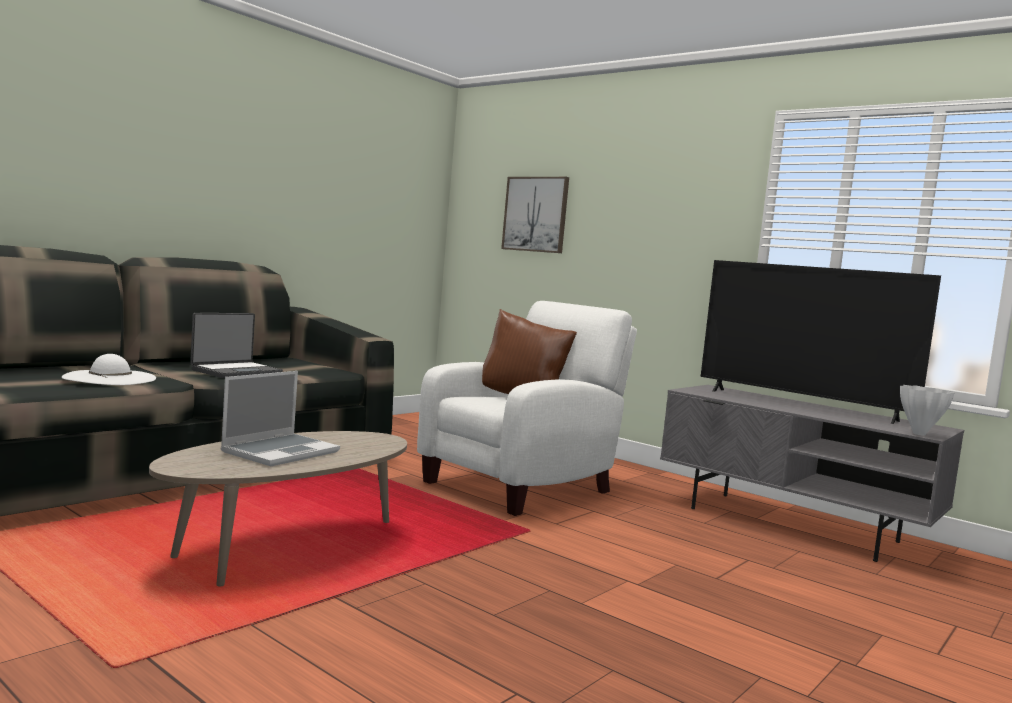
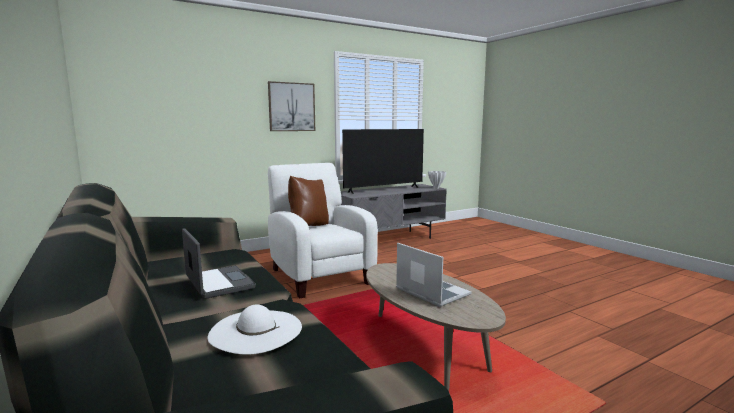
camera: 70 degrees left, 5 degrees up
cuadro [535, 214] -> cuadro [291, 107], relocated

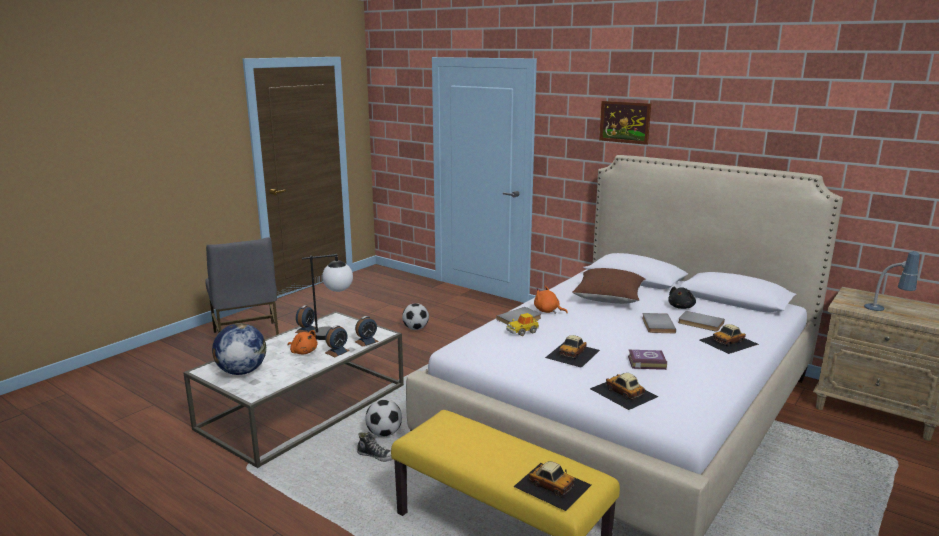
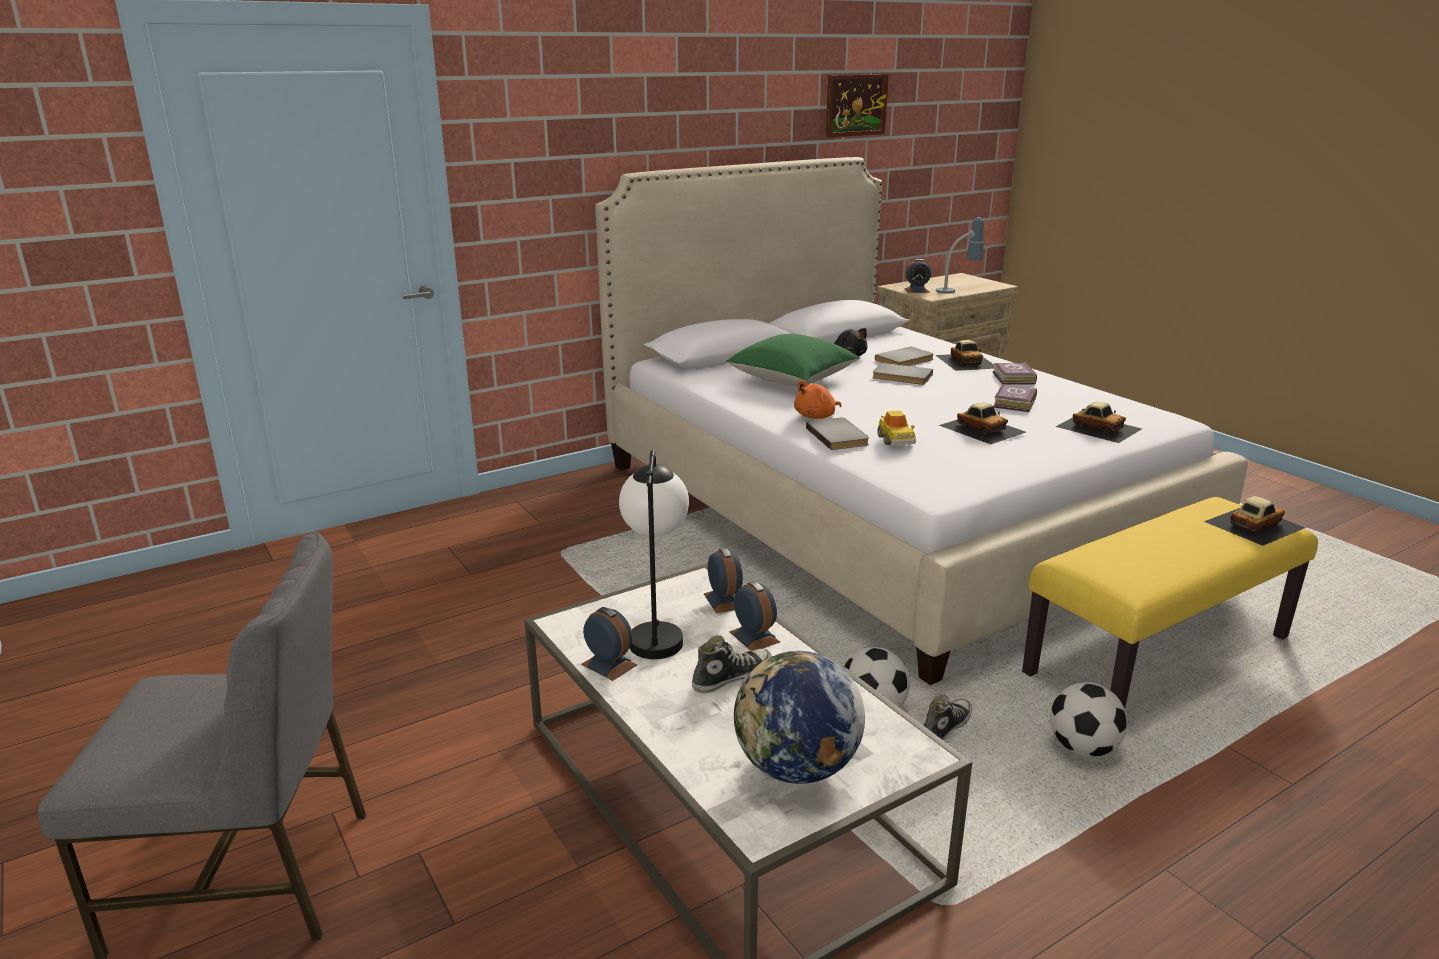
camera: 70 degrees left, 5 degrees up
none -> despertador [917, 290]
none -> libro [1013, 378]
balón de fútbol [416, 328] -> balón de fútbol [1082, 748], relocated
cuadro [624, 122] -> cuadro [856, 105], relocated
peluche/naranja [303, 352] -> zapato [731, 677]
cojín/marrón [608, 298] -> cojín/verde [792, 380]
coche de juguete [623, 392] -> coche de juguete [1098, 427], 120 degrees counterclockwise

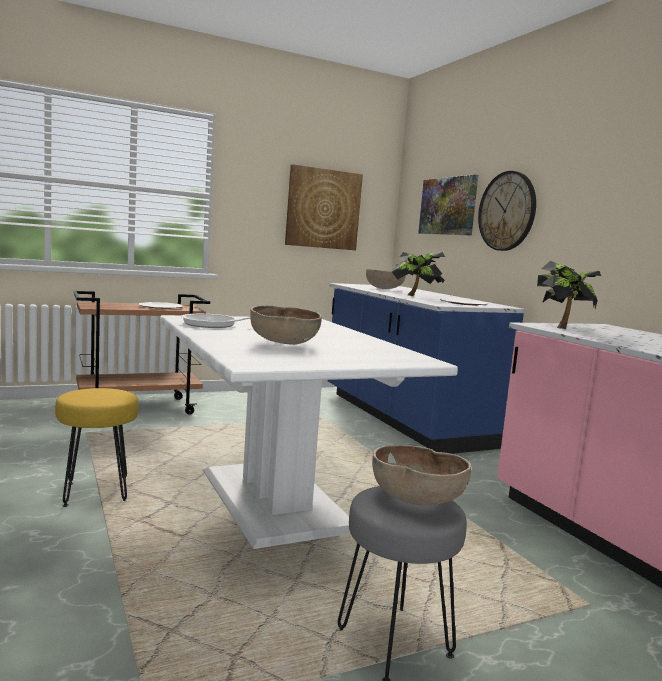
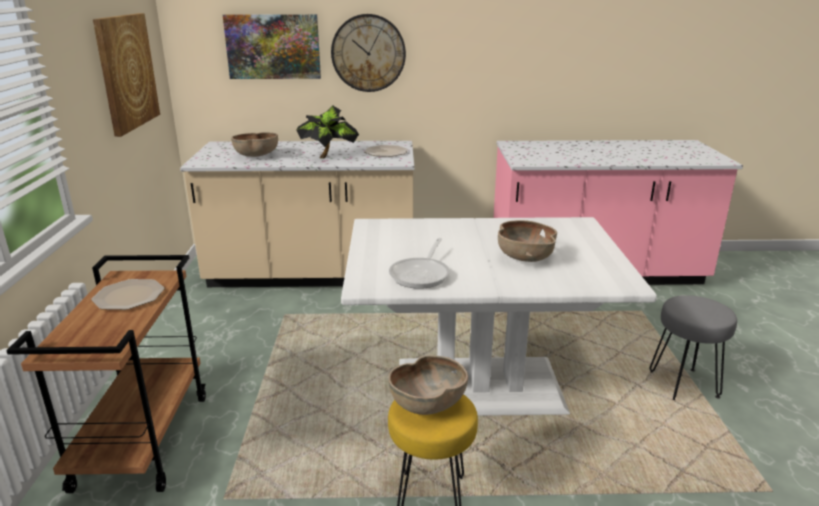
camera: 65 degrees left, 15 degrees up
planta en maceta [564, 327] -> none
cuenco/marrón [416, 500] -> cuenco/marrón [428, 404], relocated
mueble bajo de cocina/azul [403, 418] -> mueble bajo de cocina/beis [313, 274]

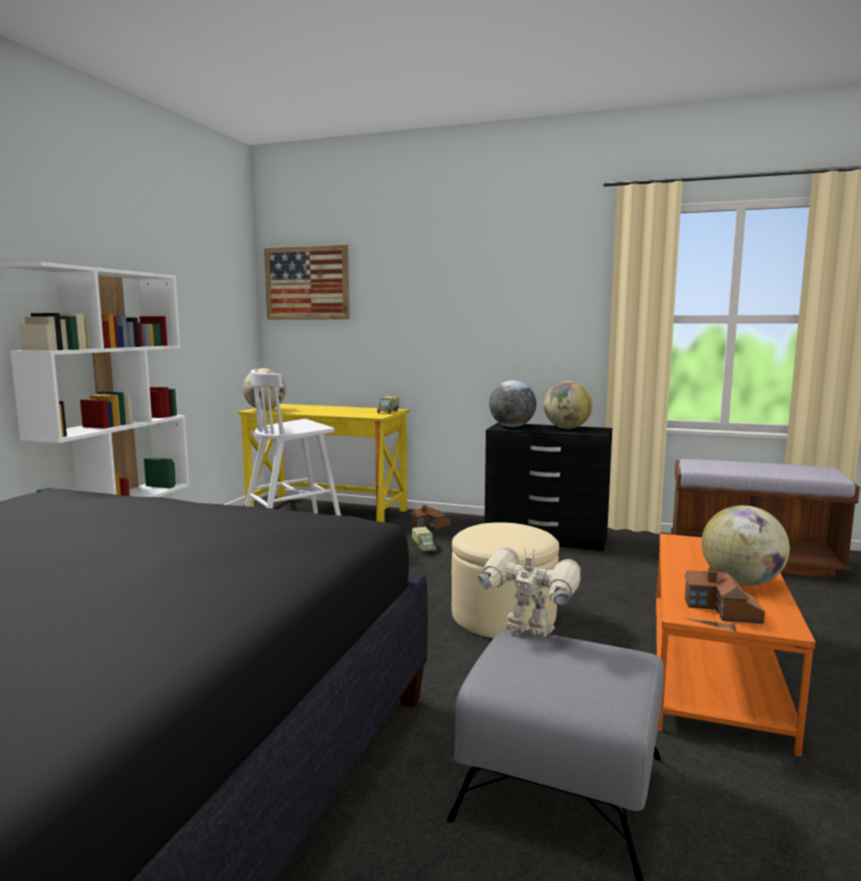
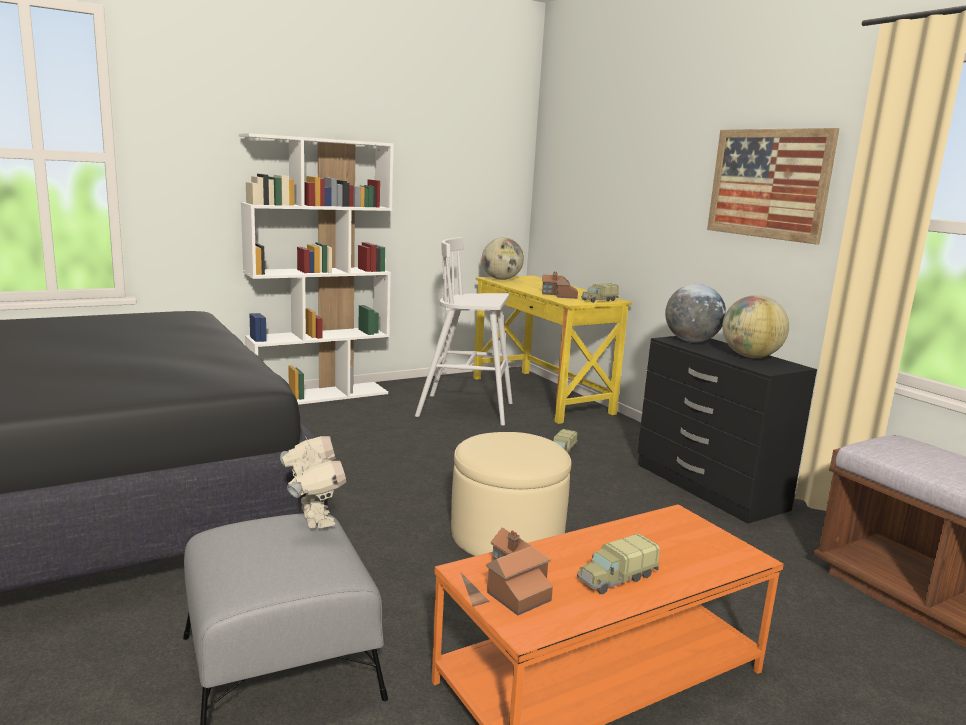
camera: 40 degrees right, 5 degrees up
cuadro [307, 283] -> cuadro [768, 183], relocated
casita [430, 525] -> casita [559, 295], relocated
globo terráqueo [741, 582] -> camión de juguete [616, 578]

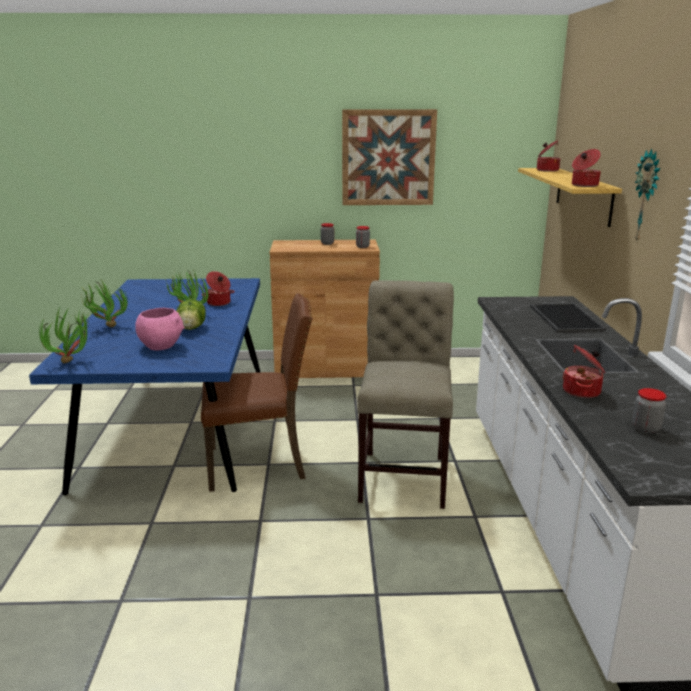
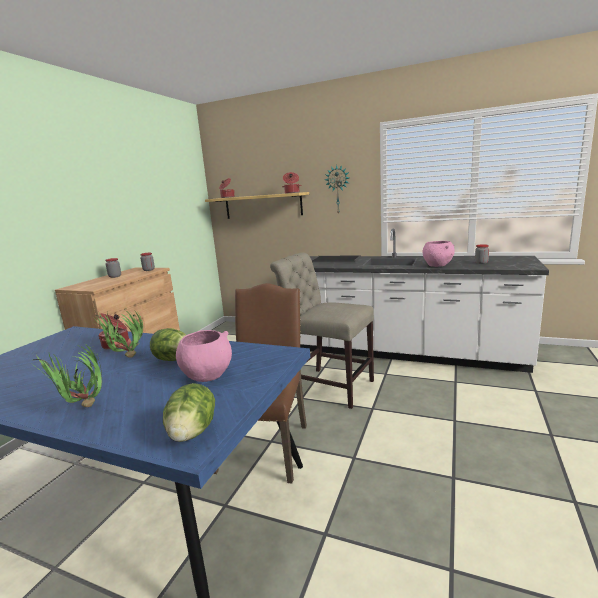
camera: 65 degrees left, 5 degrees down
cuadro [388, 158] -> none
planta en maceta [74, 362] -> lechuga [192, 433]
olla [582, 391] -> cuenco/rosa [437, 265]

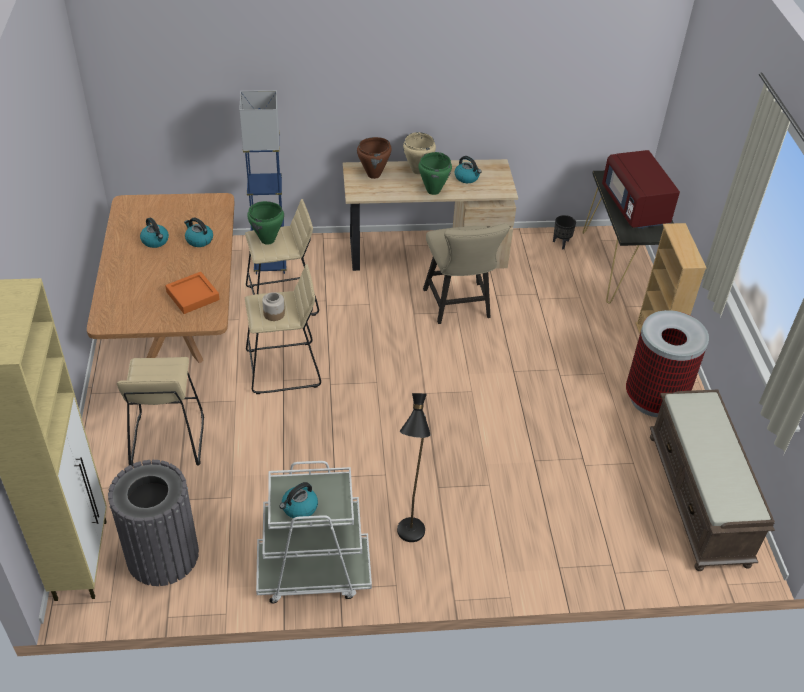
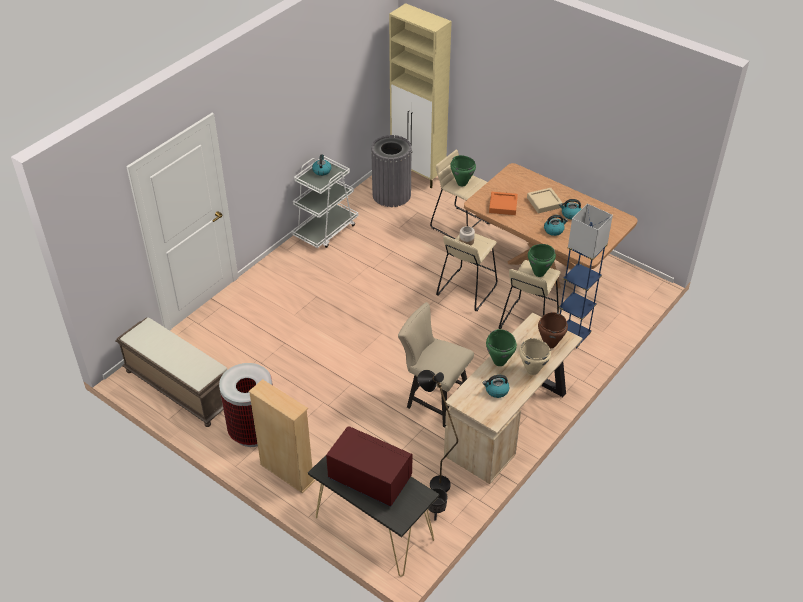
camera: 135 degrees right, 0 degrees up
none -> olla/verde [462, 183]
none -> bandeja/beis [544, 203]
lámpara de pie/negro [410, 539] -> lámpara de pie/negro [434, 480], relocated

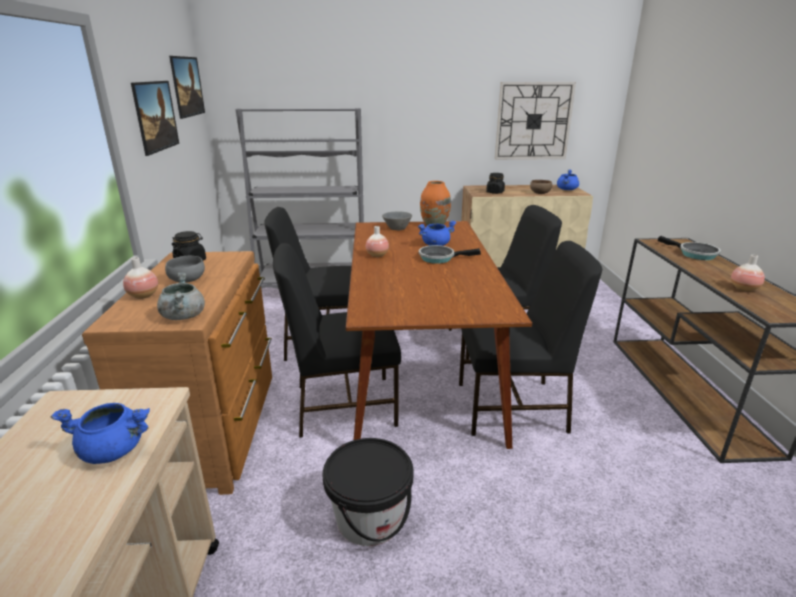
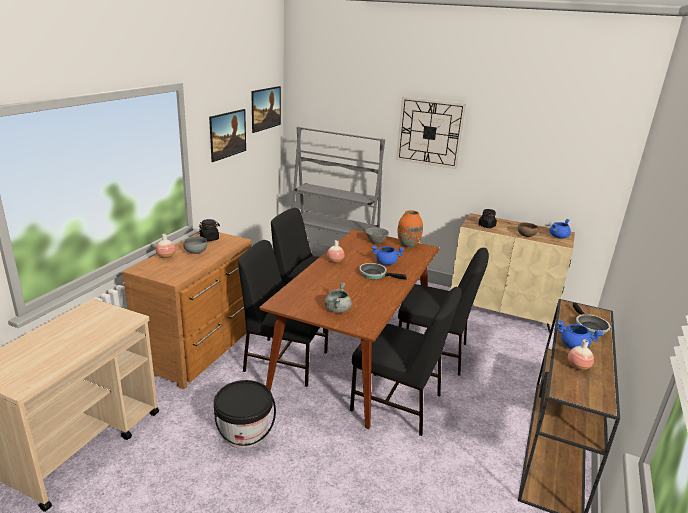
camera: 25 degrees right, 0 degrees up
olla/azul [114, 450] -> olla/azul [574, 345], relocated
olla/gris [183, 316] -> olla/gris [337, 309], relocated
reloj de pared [533, 121] -> reloj de pared [429, 132], relocated

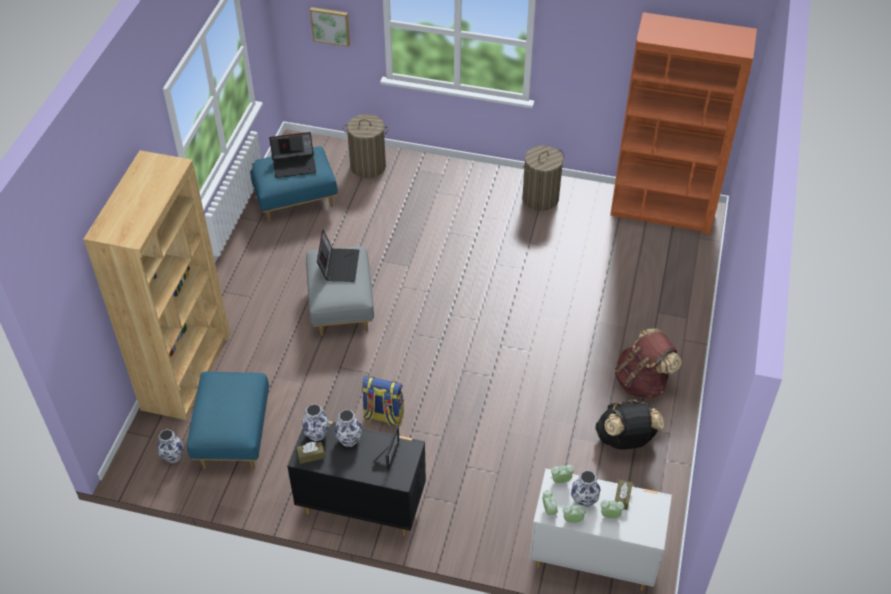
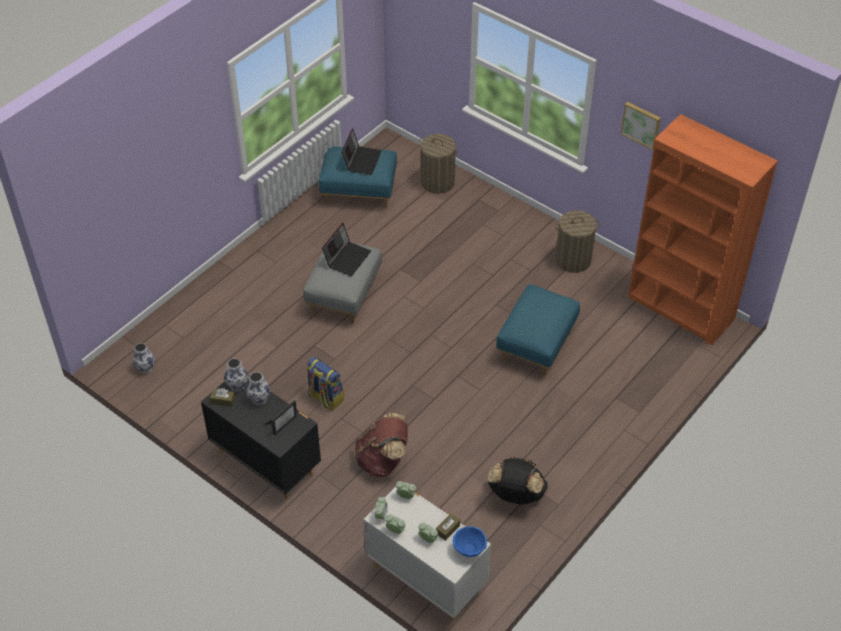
camera: 25 degrees right, 0 degrees up
estantería/marrón [187, 370] -> none
florero [583, 499] -> none
none -> cuenco/azul [469, 550]
puf/azul [233, 435] -> puf/azul [536, 344], relocated
cuadro [330, 25] -> cuadro [641, 124], relocated
mochila/marrón [642, 382] -> mochila/marrón [383, 460], relocated
portátil [294, 164] -> portátil [362, 160], 90 degrees counterclockwise

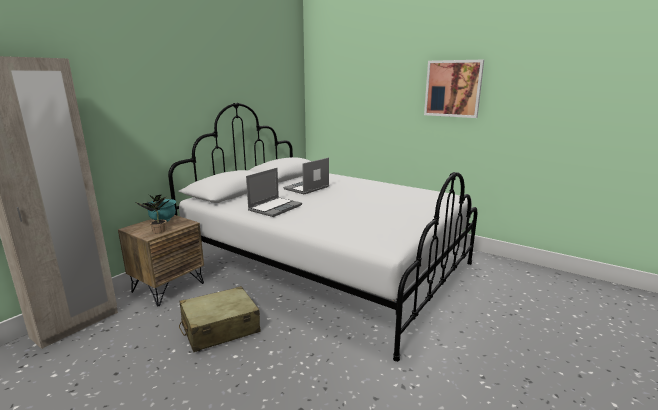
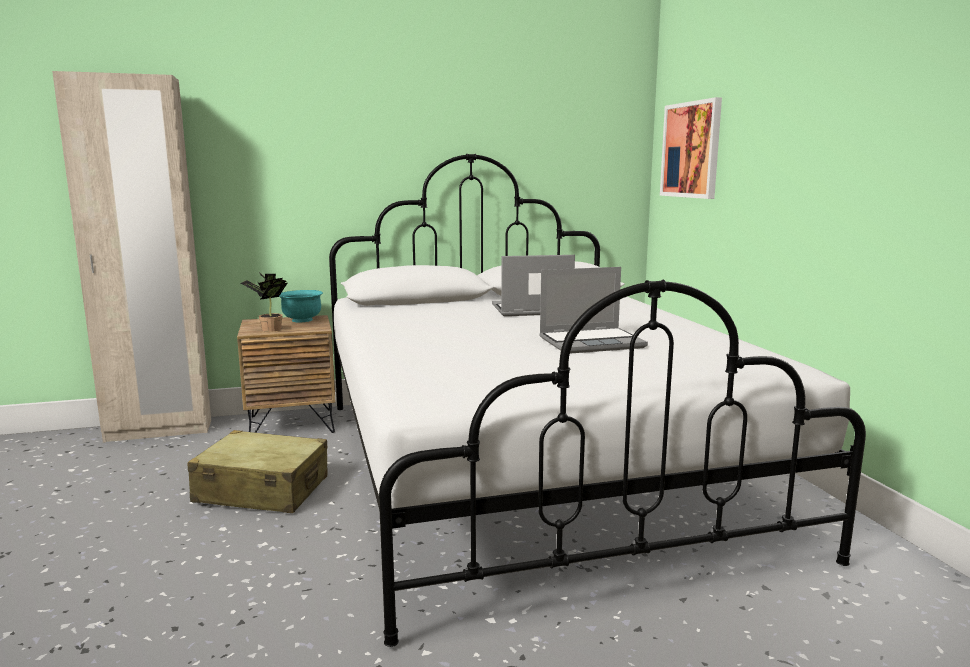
camera: 40 degrees right, 5 degrees down
portátil [275, 208] -> portátil [592, 342], relocated
cuadro [453, 88] -> cuadro [691, 150], relocated

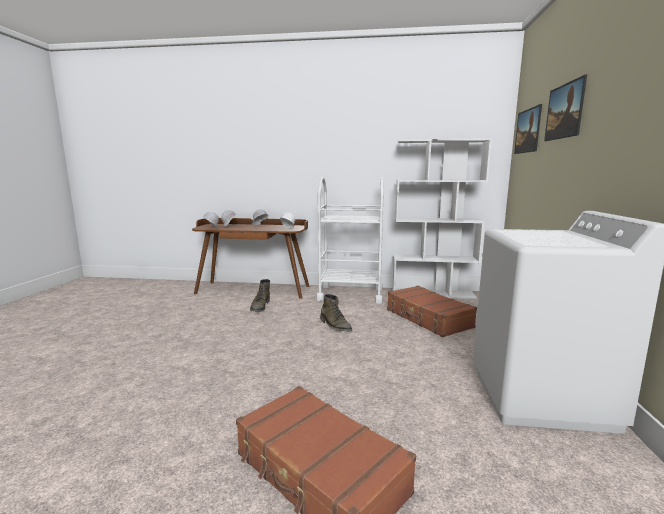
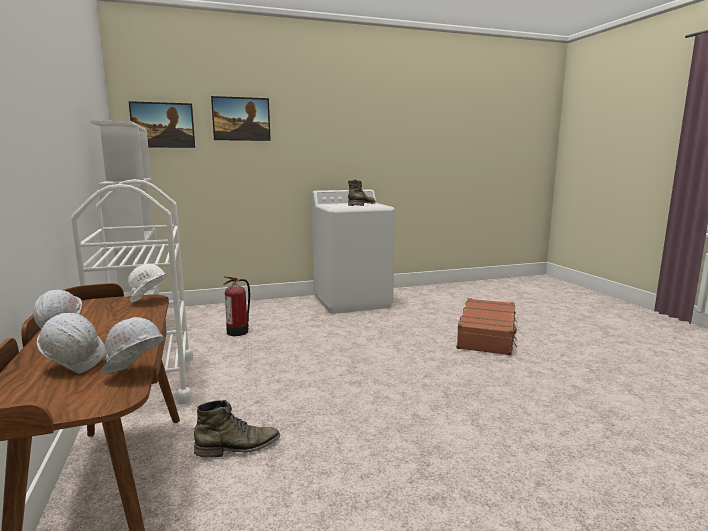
camera: 115 degrees left, 0 degrees up
bota/verde [335, 325] -> bota/verde [362, 205], relocated
maleta/marrón [428, 319] -> extintor [238, 331]

